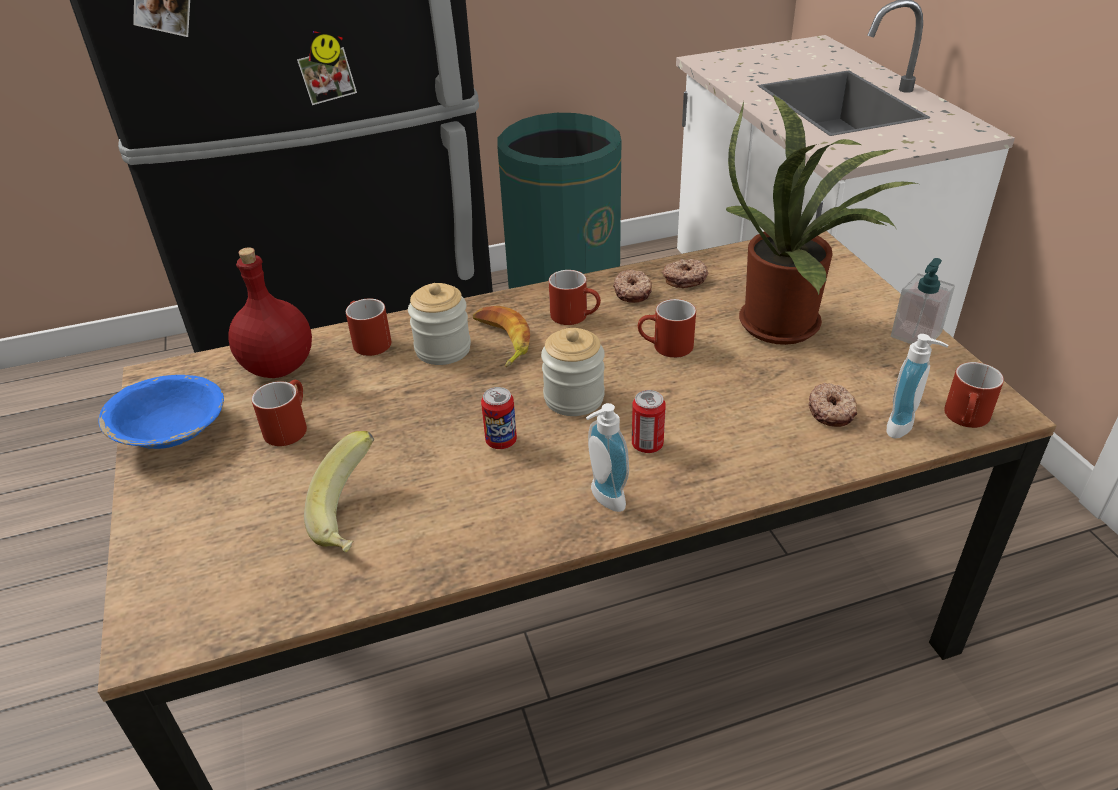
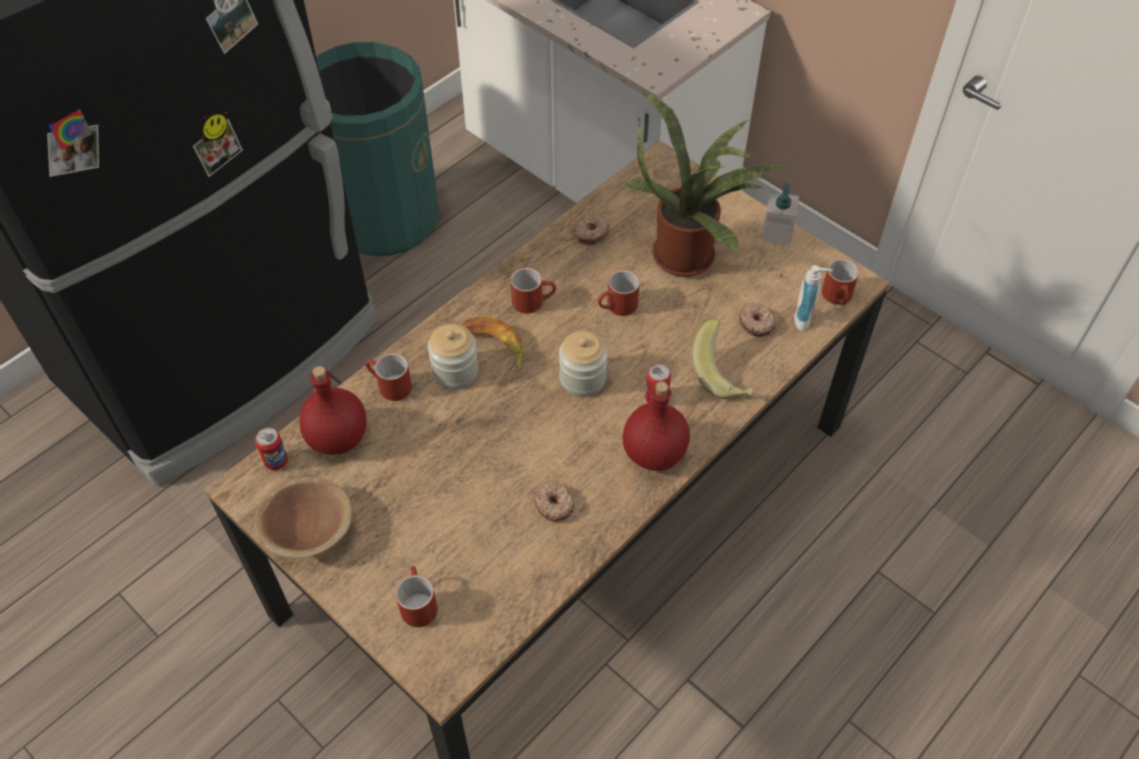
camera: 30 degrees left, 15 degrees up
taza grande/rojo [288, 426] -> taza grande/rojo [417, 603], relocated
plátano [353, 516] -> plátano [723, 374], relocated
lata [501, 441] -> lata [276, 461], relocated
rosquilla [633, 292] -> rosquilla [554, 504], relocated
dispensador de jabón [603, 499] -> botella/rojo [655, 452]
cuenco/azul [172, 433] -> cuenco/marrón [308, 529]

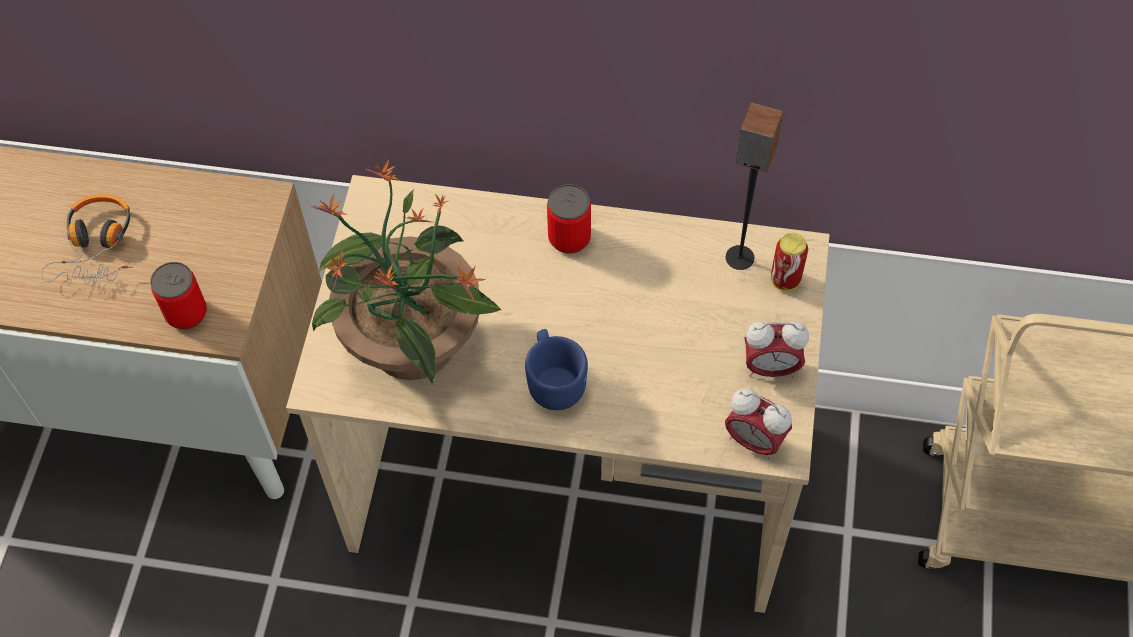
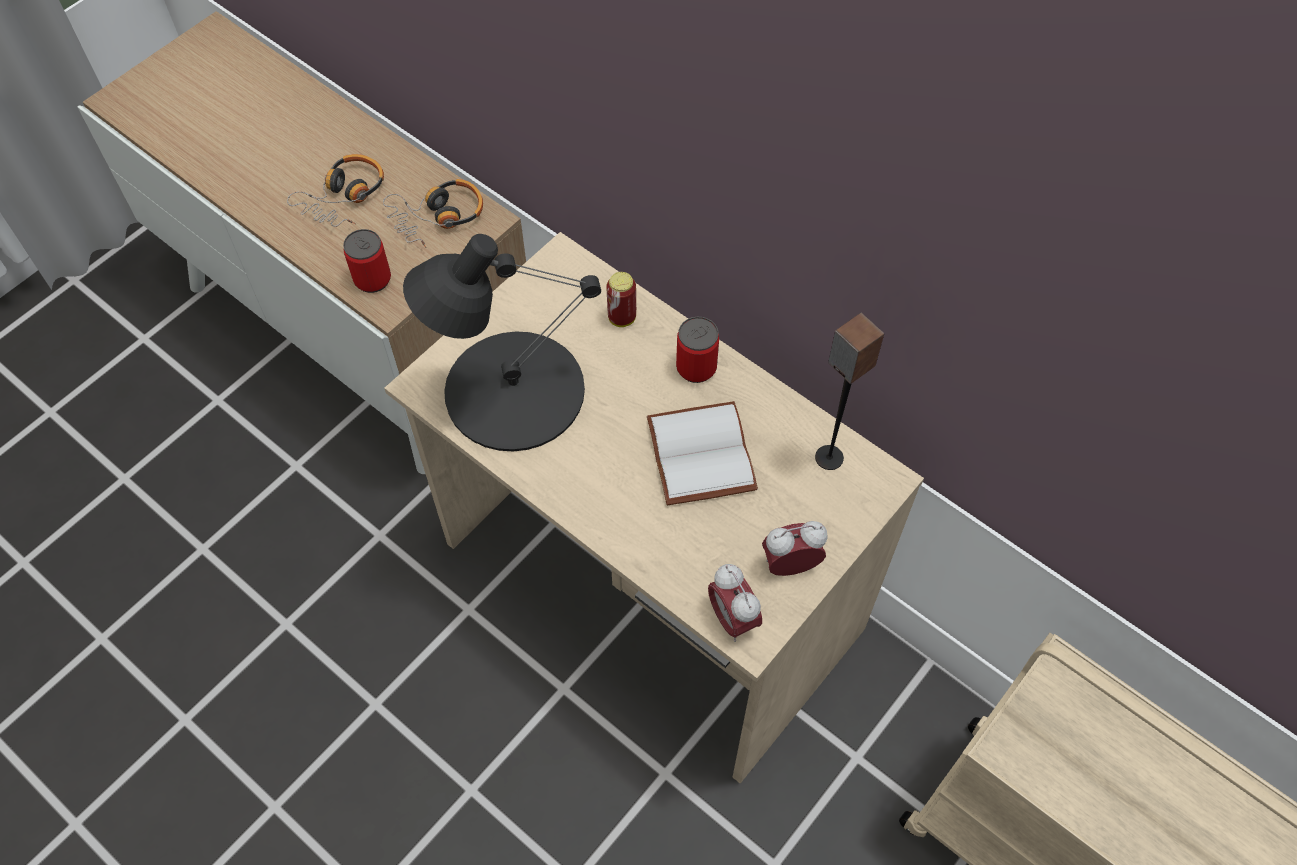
camera: 30 degrees right, 0 degrees up
taza grande/azul [555, 380] -> none
none -> auriculares [438, 217]
none -> libro/blanco [697, 453]
lata [785, 280] -> lata [622, 318], relocated
planta en maceta [413, 345] -> lámpara de mesa/negro [512, 390]
despertador [770, 368] -> despertador [790, 565], 135 degrees clockwise

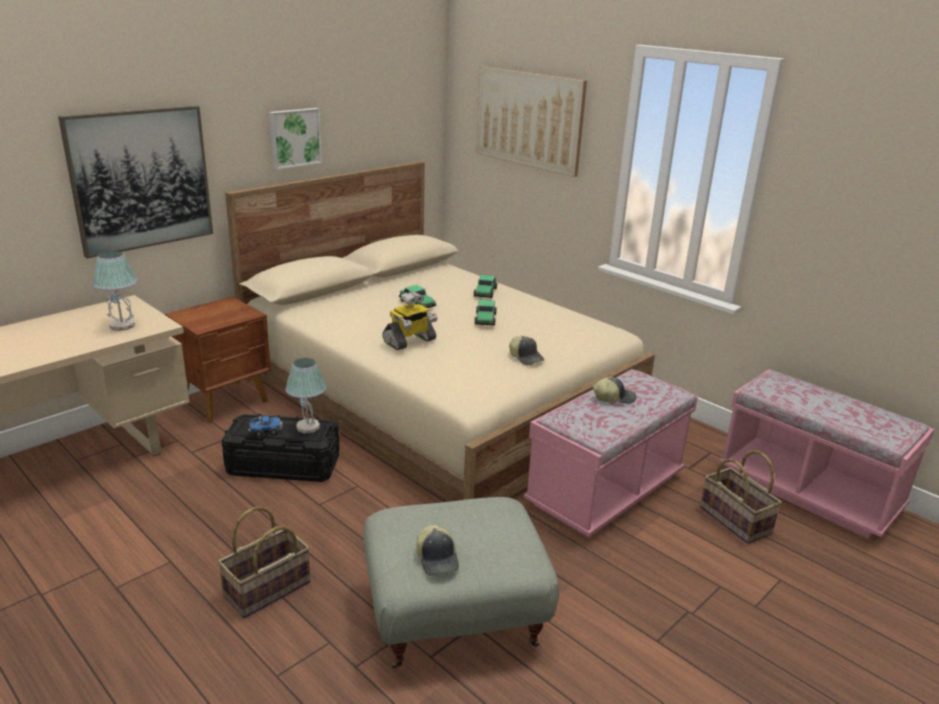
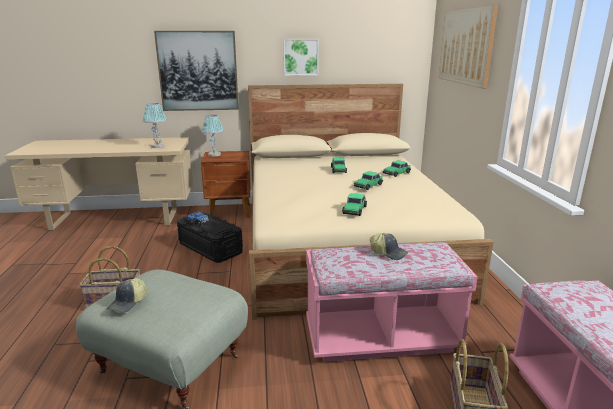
camera: 40 degrees right, 5 degrees down
robot de juguete [409, 341] -> none
lámpara de mesa [308, 427] -> lámpara de mesa [214, 155], relocated
gorra [526, 357] -> coche de juguete [354, 210]

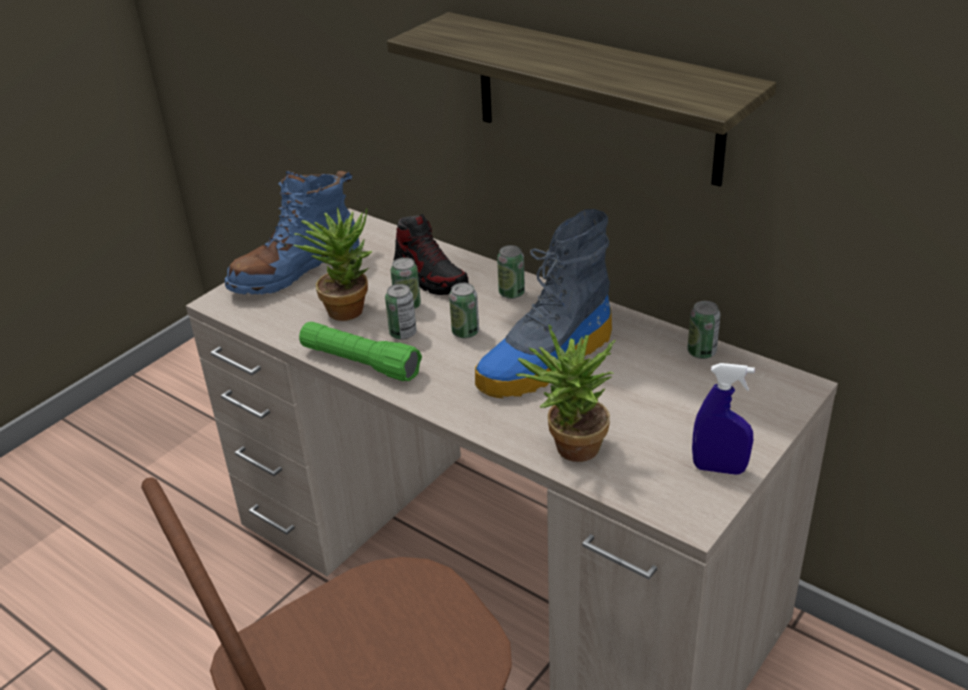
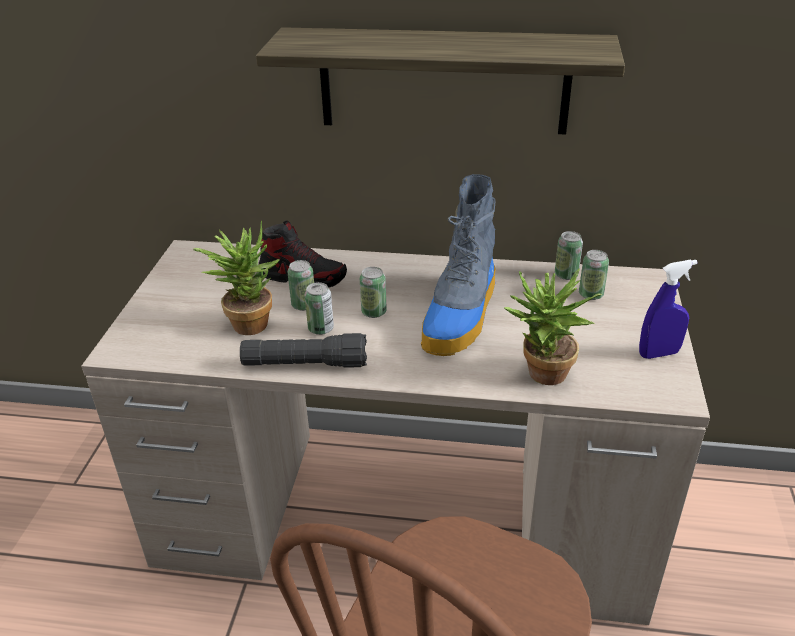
camera: 30 degrees left, 0 degrees up
bota/azul [295, 270] -> none
lata [511, 293] -> lata [590, 294], relocated
linterna/verde [360, 363] -> linterna/negro [305, 364]

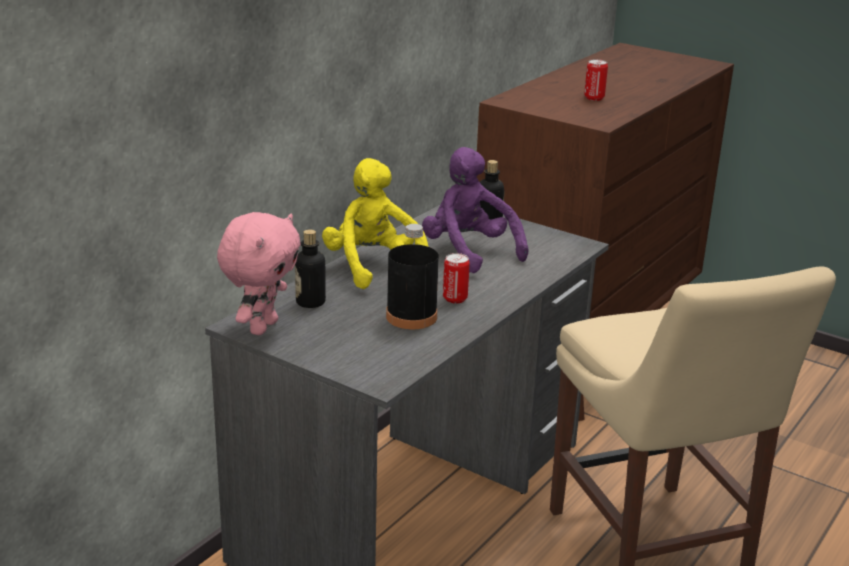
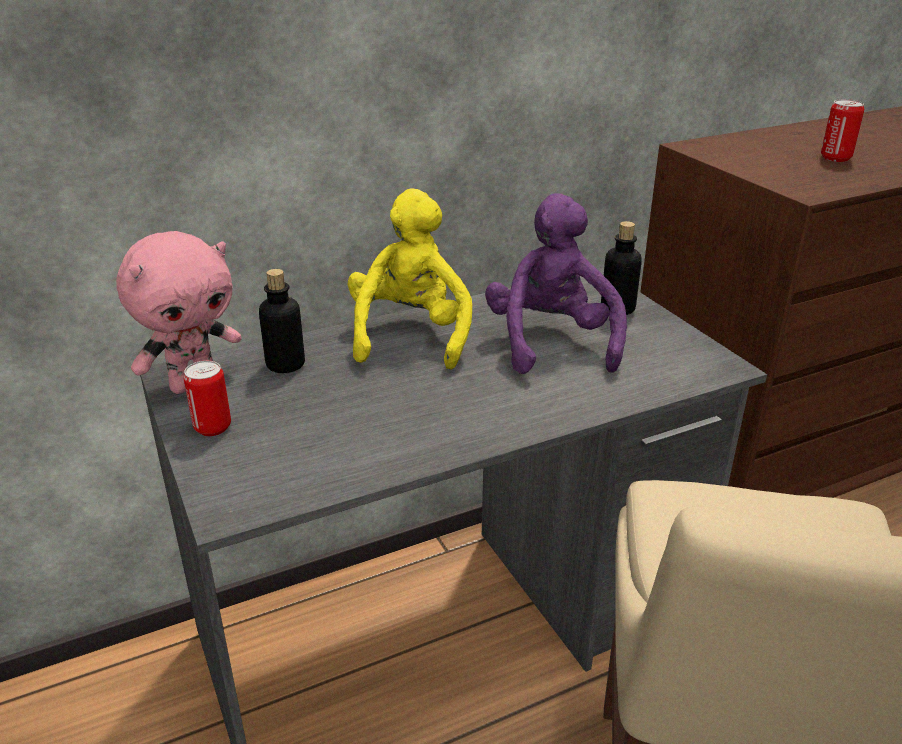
camera: 30 degrees right, 5 degrees up
botella/negro [411, 317] -> none
lata [455, 299] -> lata [212, 427], relocated

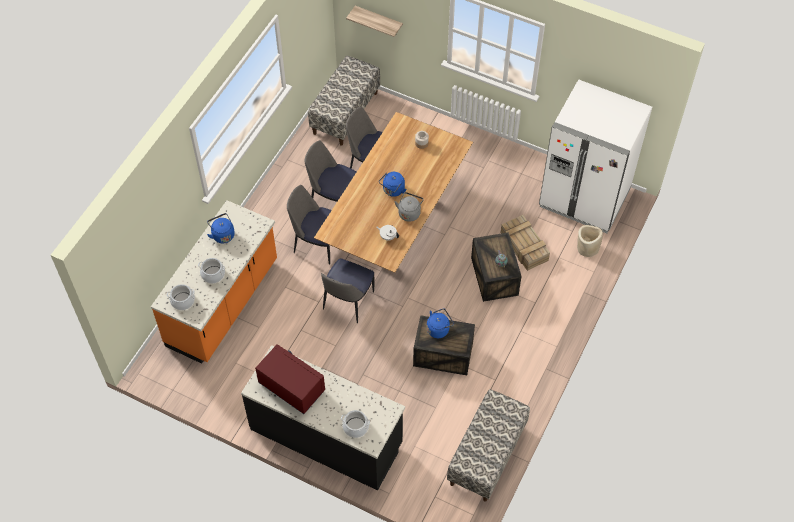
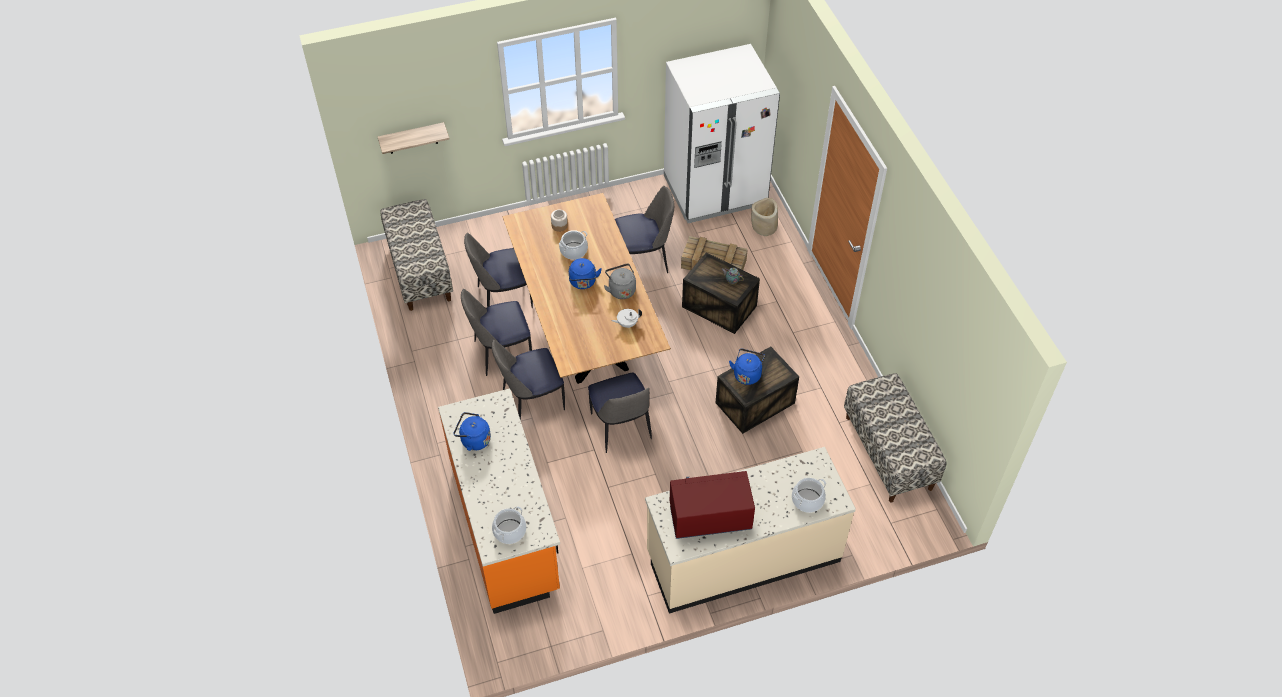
camera: 45 degrees left, 5 degrees down
none -> silla [643, 260]
olla [213, 274] -> olla [574, 251], relocated
mueble bajo de cocina/negro [326, 436] -> mueble bajo de cocina/beis [743, 556]

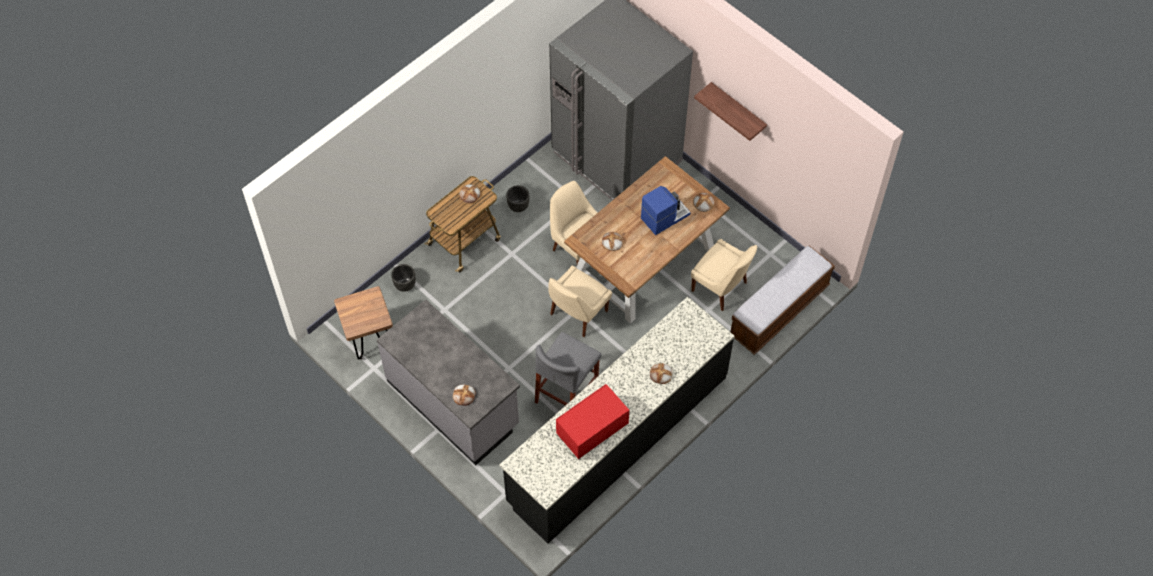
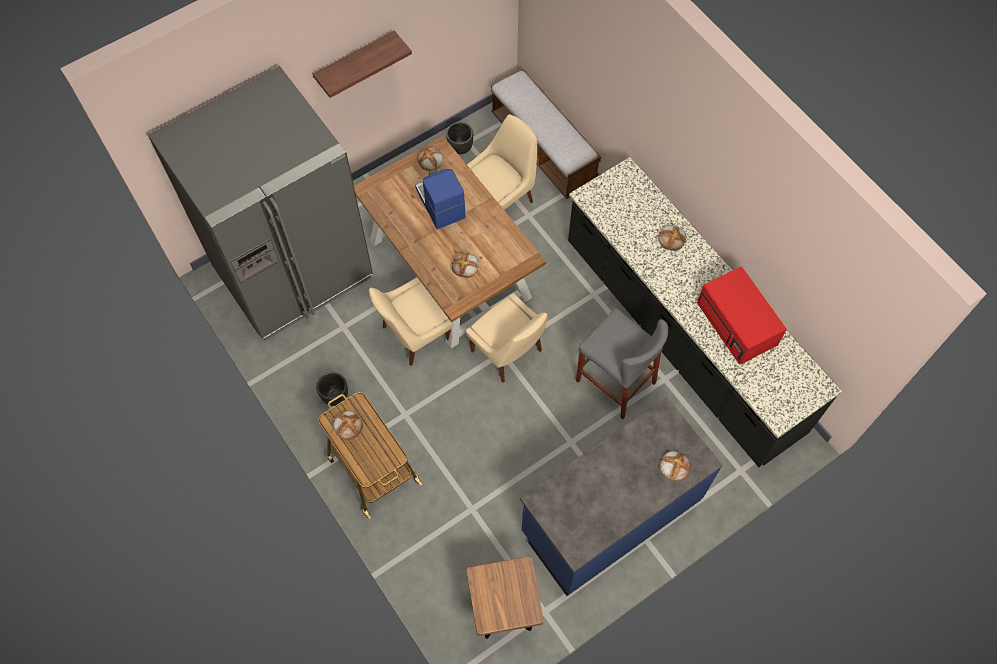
camera: 80 degrees left, 5 degrees up
maceta/negro [405, 285] -> maceta/negro [460, 147], relocated
mueble bajo de cocina/gris [453, 403] -> mueble bajo de cocina/azul [610, 515]

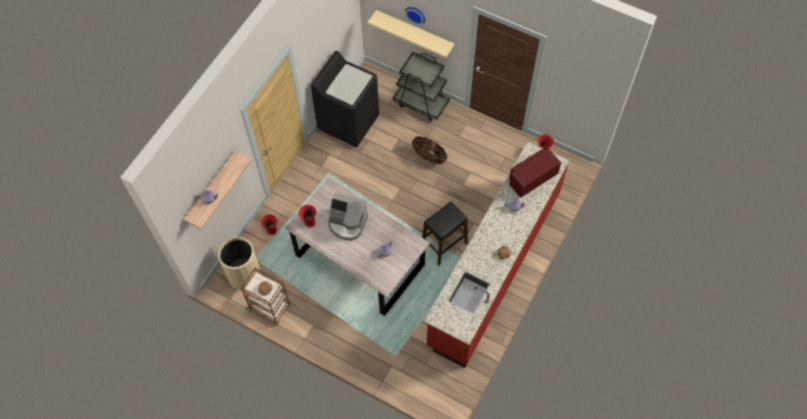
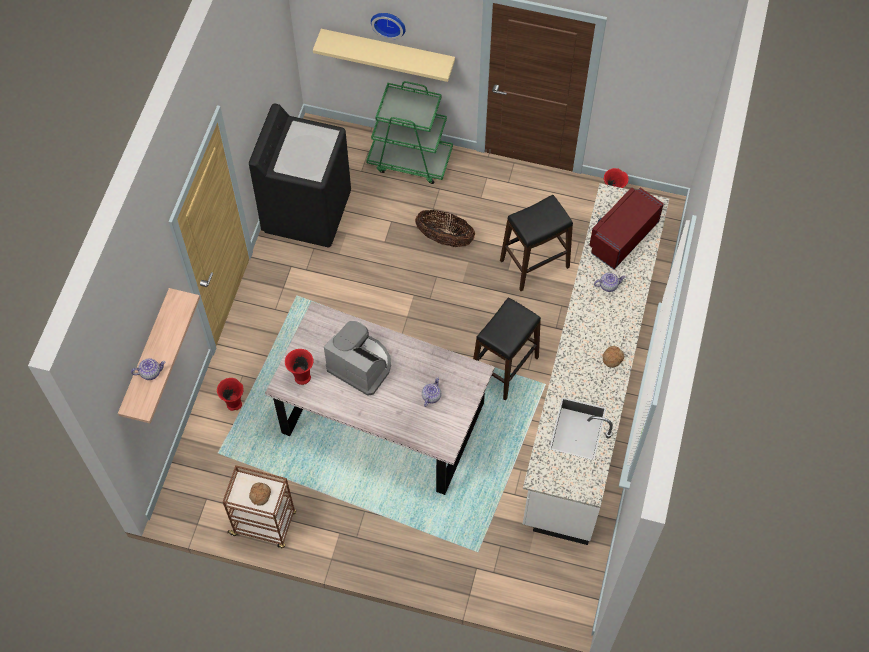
camera: 15 degrees left, 0 degrees up
papelera/beis [244, 275] -> none
none -> taburete/negro [534, 264]
carrito/negro [421, 103] -> carrito/verde [410, 160]
mueble bajo de cocina/rojo [494, 267] -> mueble bajo de cocina/blanco [588, 384]
cafetera [347, 223] -> cafetera [360, 365], 150 degrees counterclockwise

